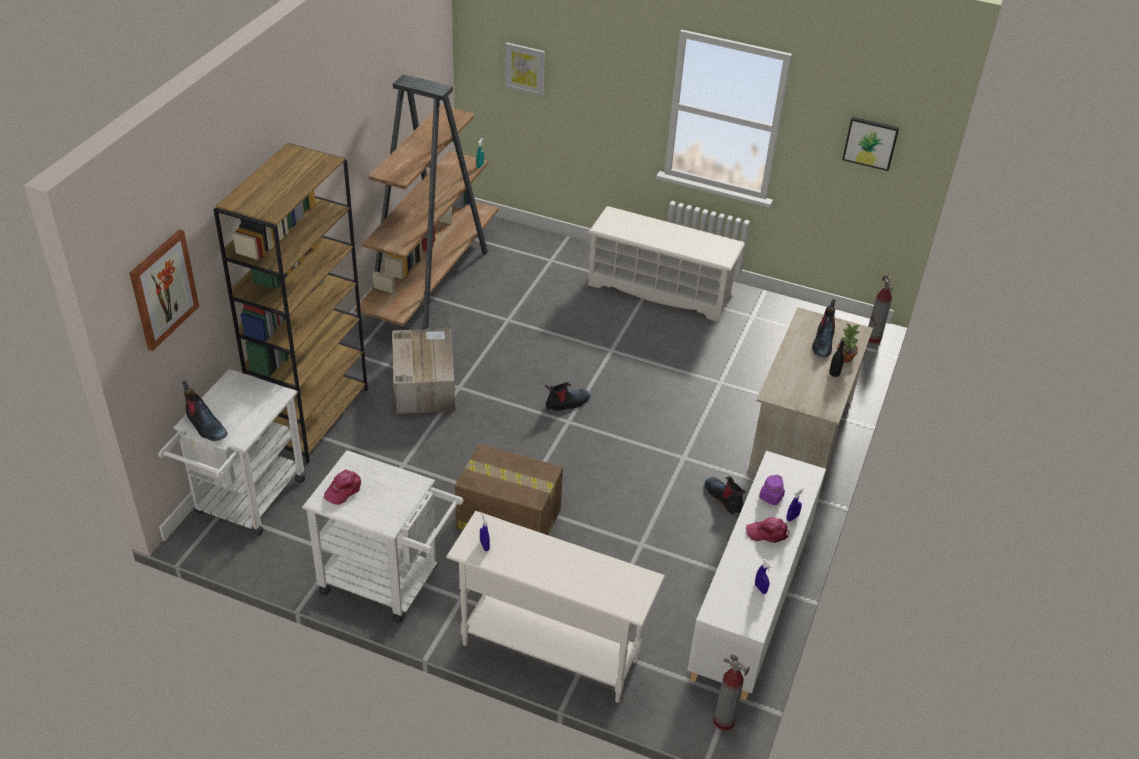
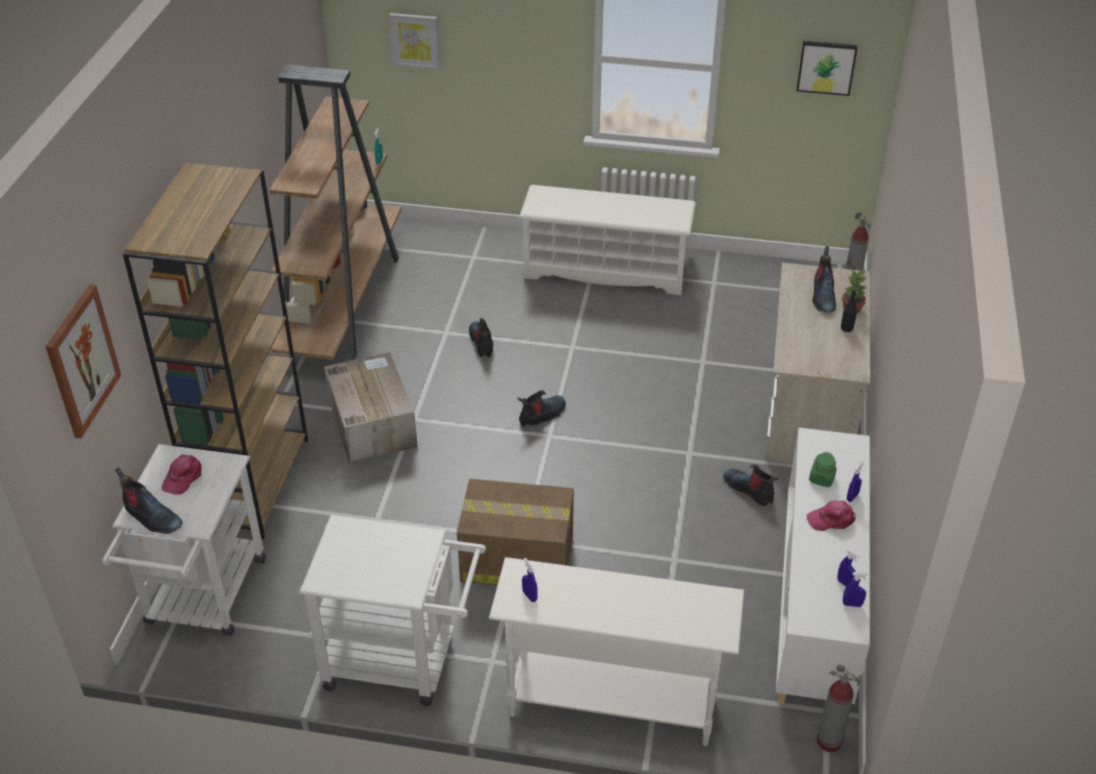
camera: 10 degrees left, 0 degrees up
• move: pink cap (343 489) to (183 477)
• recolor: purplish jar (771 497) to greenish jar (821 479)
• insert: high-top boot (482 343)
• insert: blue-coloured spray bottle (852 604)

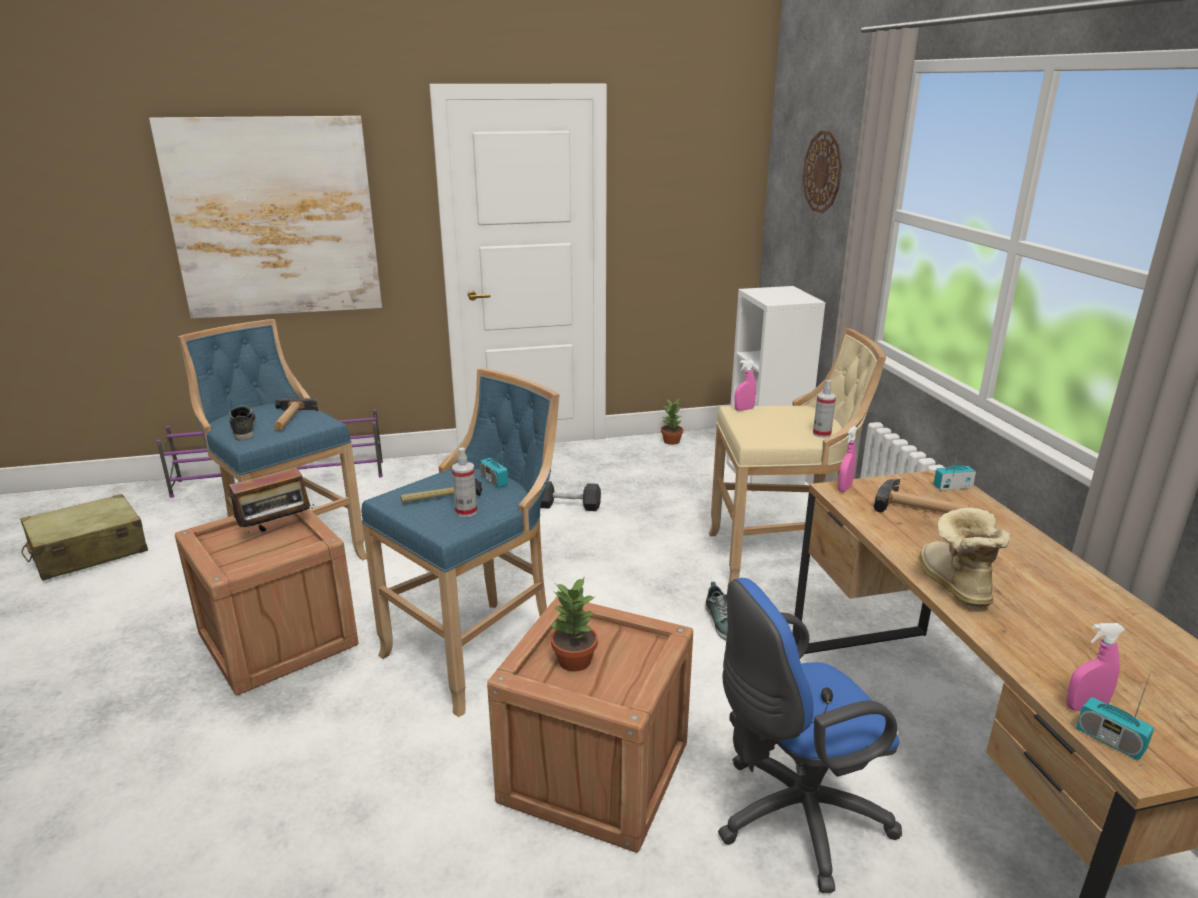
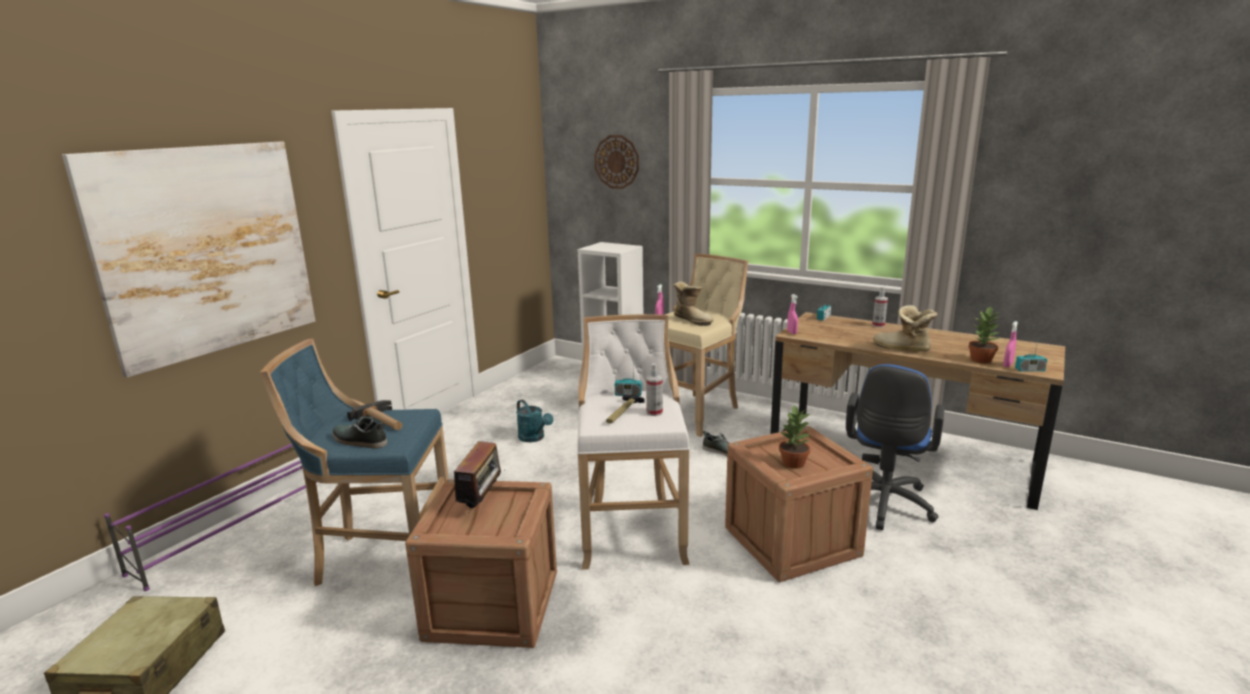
camera: 45 degrees left, 5 degrees down
• recolor: blue-coloured sitting stool (477 649) to whitish sitting stool (632 531)
• move: spray bottle (821 434) to (878 325)
• move: potted plant (672 441) to (981 360)
• delete: hand hammer (921 508)
• replace: black hand weight (568 506) to turquoise watering pot (534 438)
• insert: high-top boot (693 320)

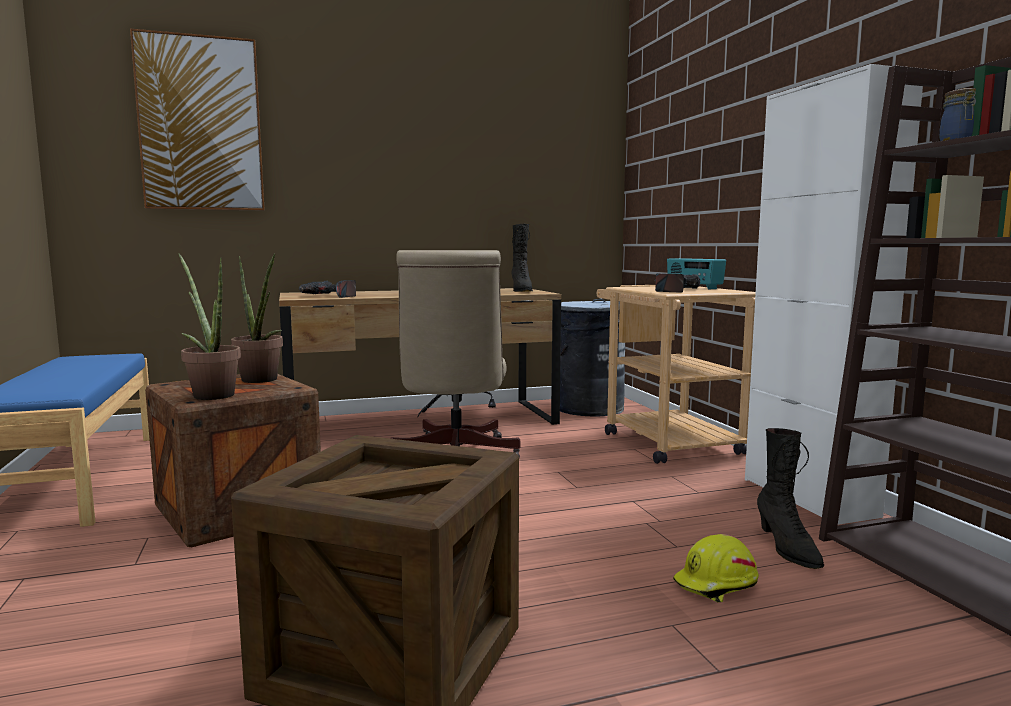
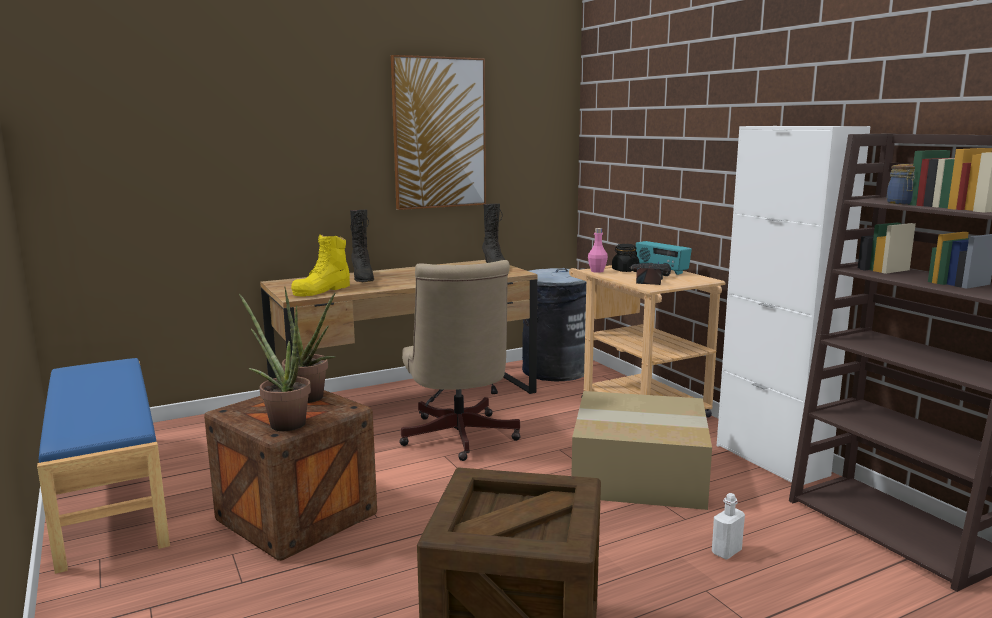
camera: 10 degrees left, 5 degrees up
• move: wall art (200 124) to (439 133)
• replace: drill (328 296) to yellowish high-top boot (322 290)
• move: black high-top boot (787 548) to (362 278)
• replace: yellowish hard hat (716 585) to whitish drink bottle (726 552)
• insert: pink drink bottle (597 271)
• insert: black jar (625 270)
• insert: packing box (636 474)

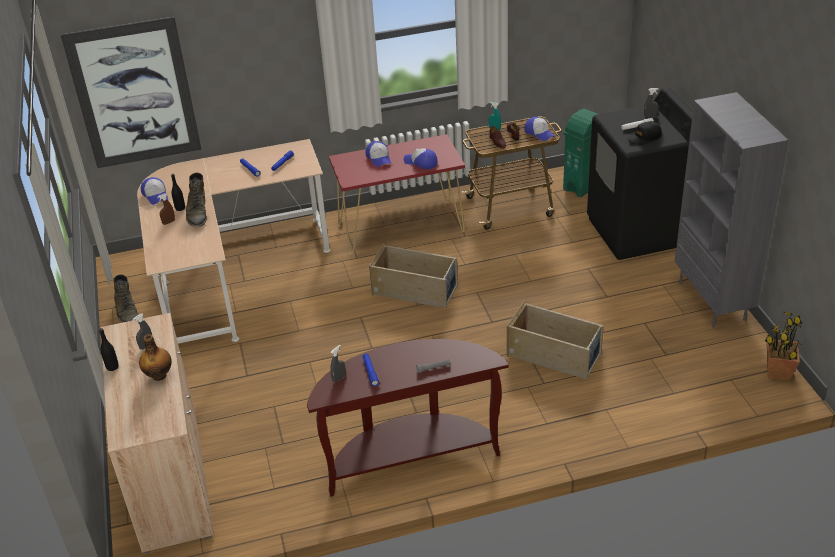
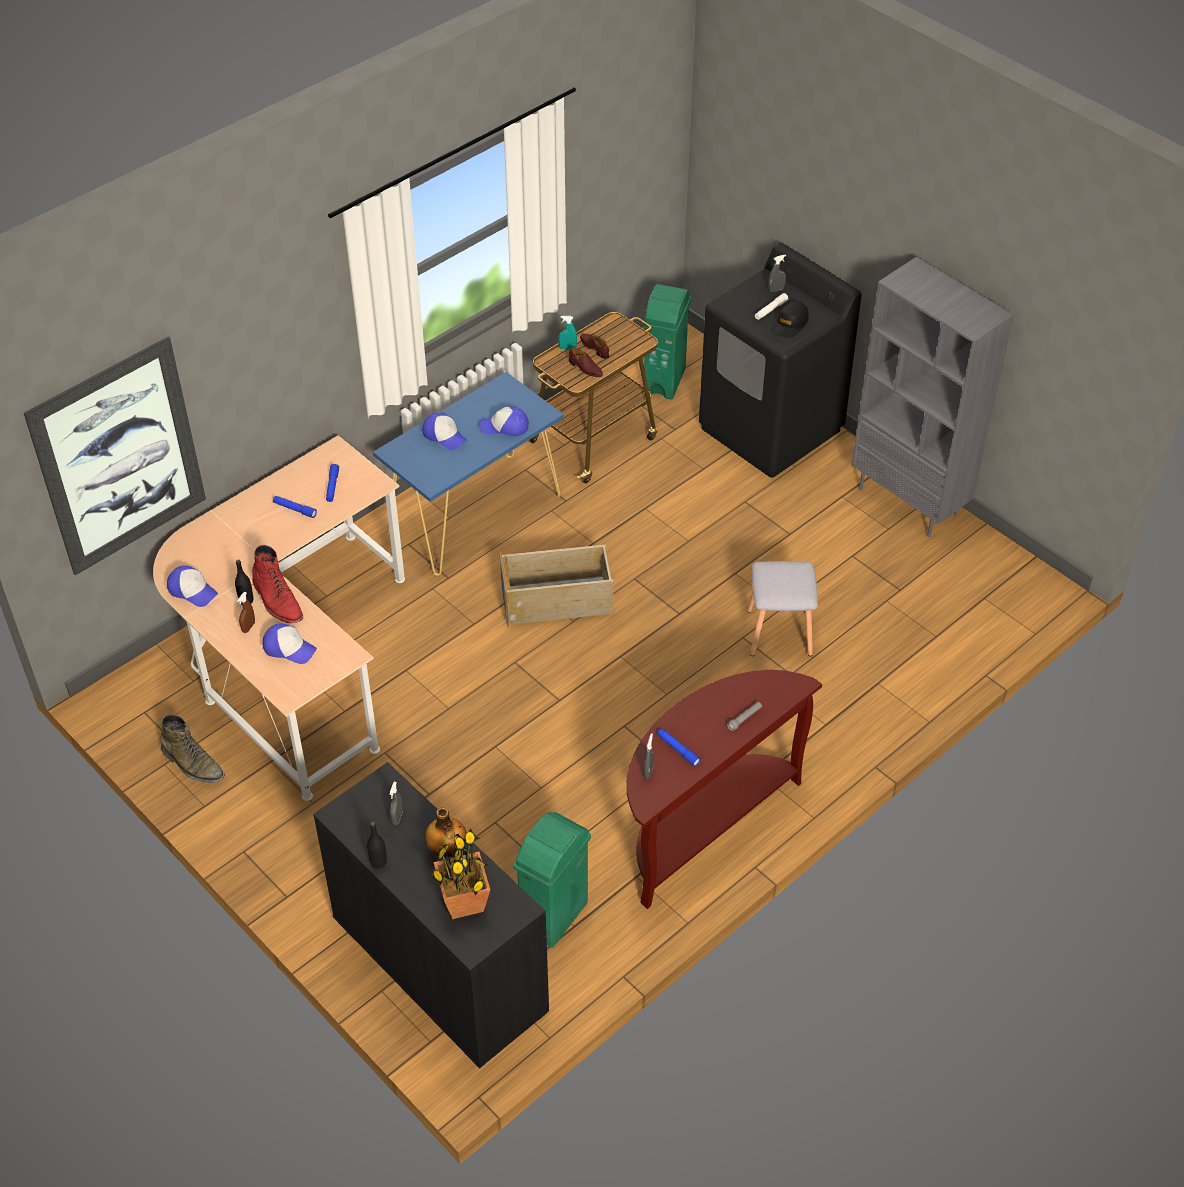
camera: 30 degrees left, 10 degrees up
• move: cap (539 133) to (289 648)
• recolor: reddish console table (401 227) to blue-coloured console table (475 514)
• recolor: greenish high-top boot (197 213) to reddish high-top boot (277 600)
• replace: sand-coloured storage box (554 355) to grey sitting stool (780 633)
• move: potted plant (778 373) to (464 902)
• recolor: sand-coloured storage cabinet (171 479) to black storage cabinet (440 965)
• insert: greenish waste bin (553 916)

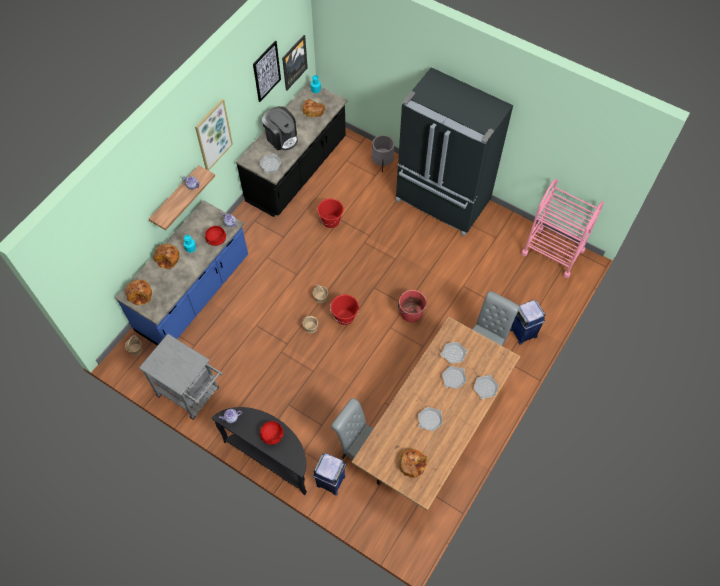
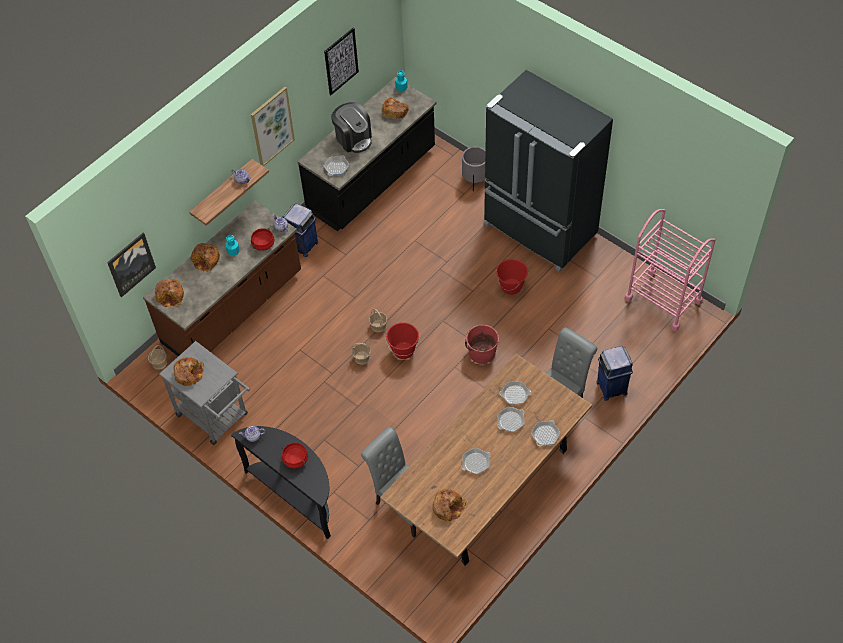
camera: 10 degrees right, 5 degrees down
• move: wall art (294 62) to (131 264)
• move: reddish water bucket (331 221) to (511 287)
• recolor: blue-coloured kitchen counter (194 294) to brown-coloured kitchen counter (233 309)
• move: blue-coloured waste bin (330 481) to (303 245)
• insert: bread (189 373)

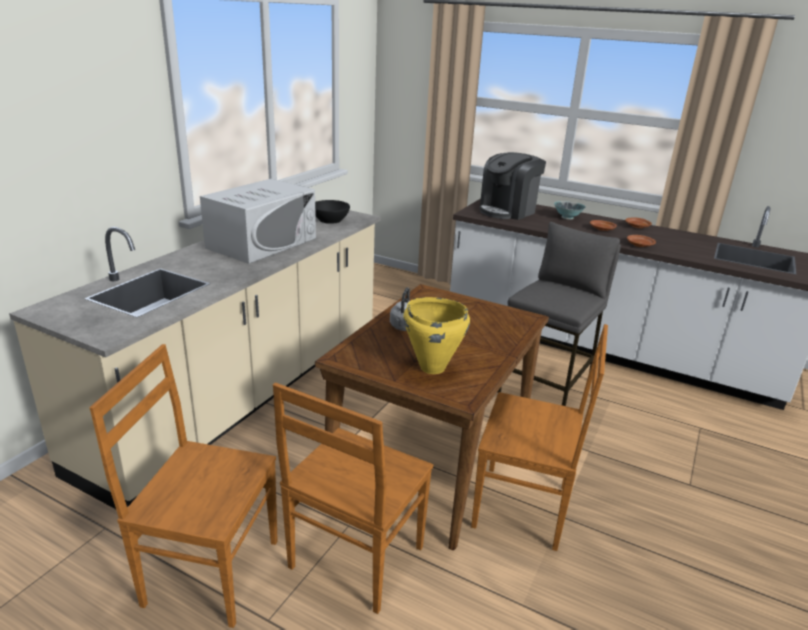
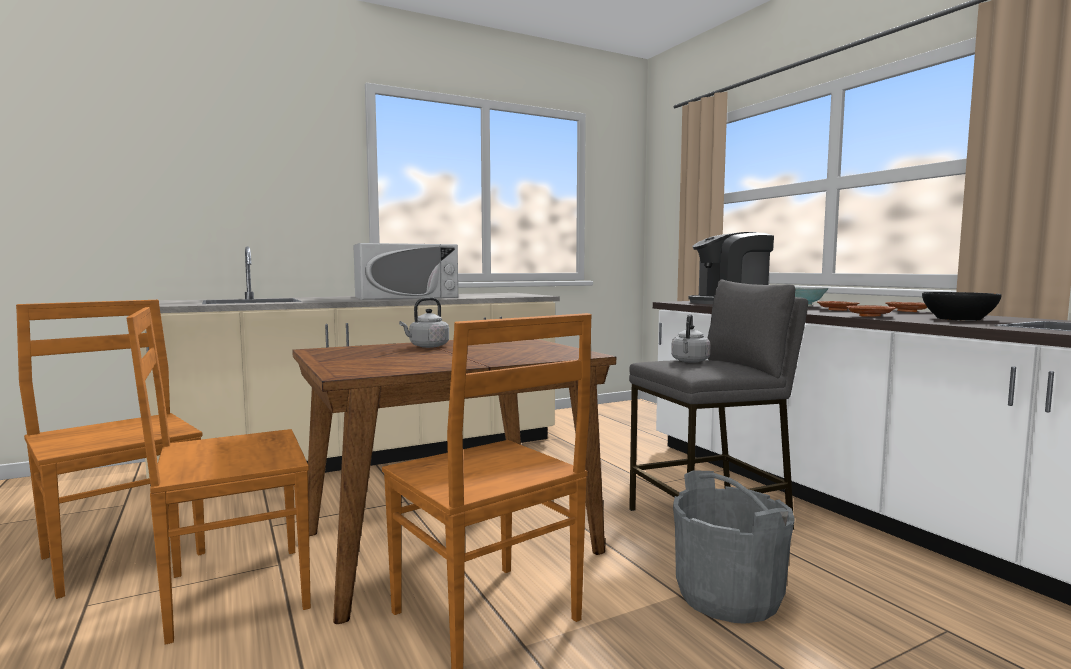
camera: 35 degrees right, 20 degrees down
• move: black deep dish (330 220) to (958 319)
• delete: yellowish cooking pot (432 367)
• insert: grey water kettle (689 361)
• insert: grey water bucket (729 596)

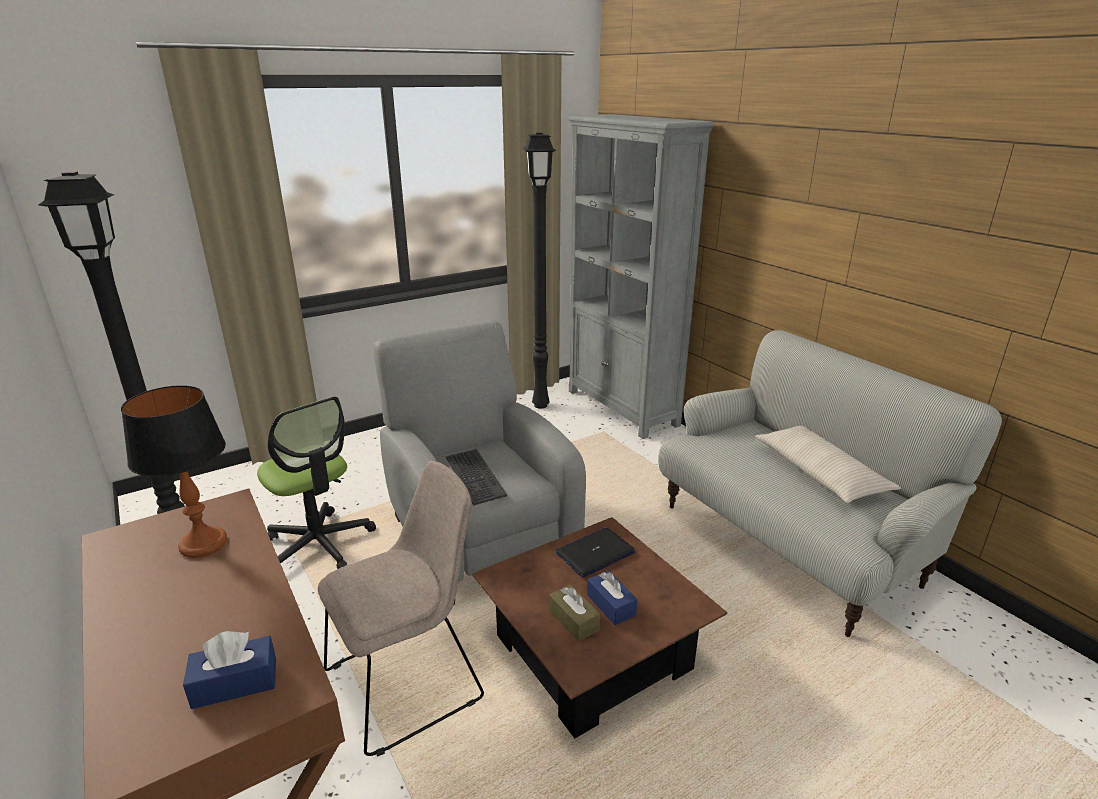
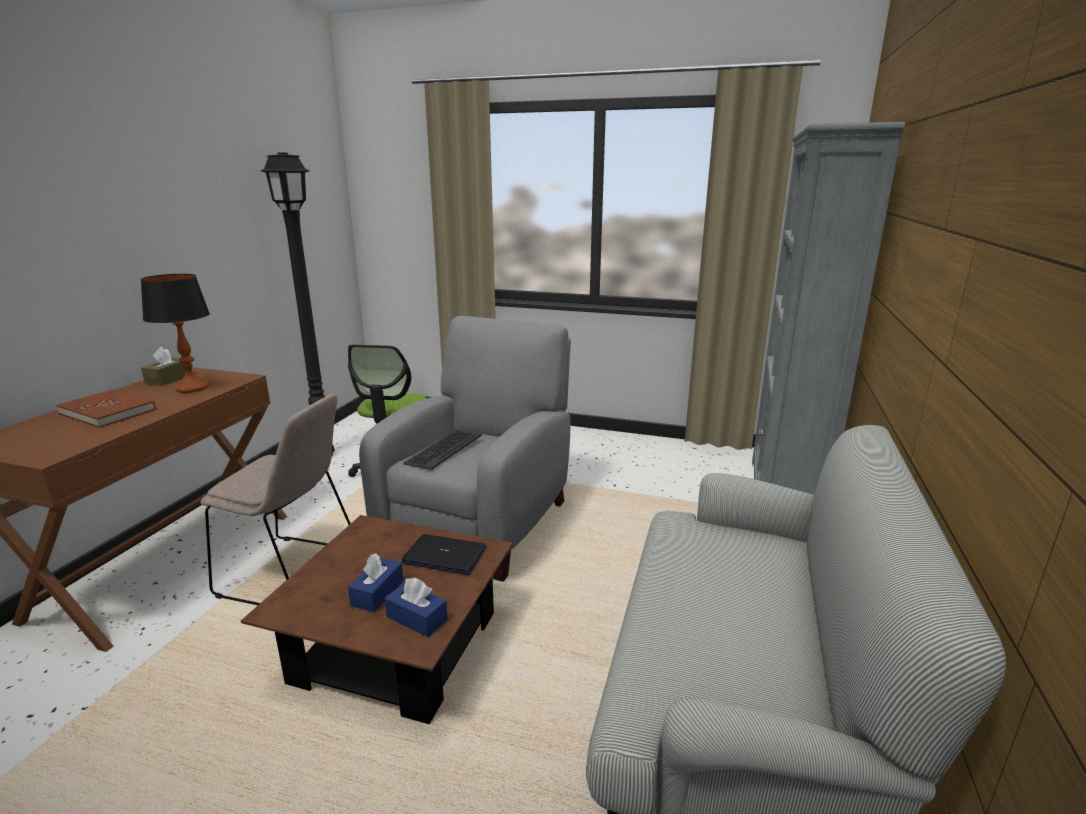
camera: 50 degrees right, 5 degrees down
• delete: black standard lamp (541 405)
• delete: sand-coloured cushion (820 473)
• move: brown-coloured tissue holder (574 620) to (169 379)
• move: blue-coloured tissue holder (235 683) to (417 618)
• insert: brown-coloured book (108 411)

